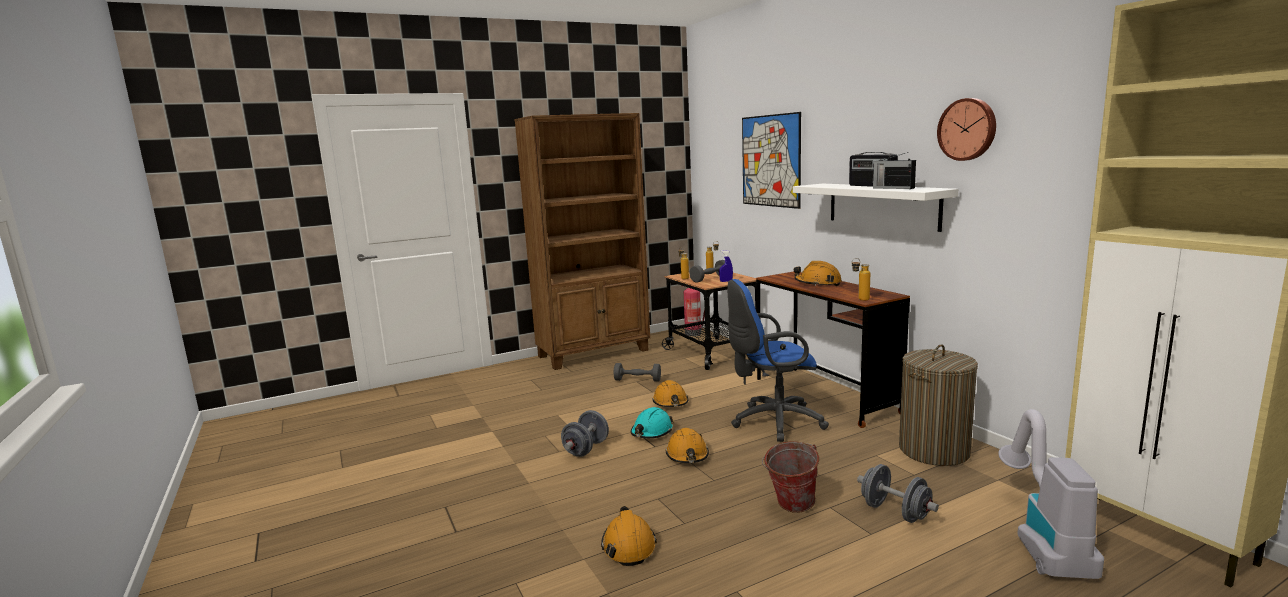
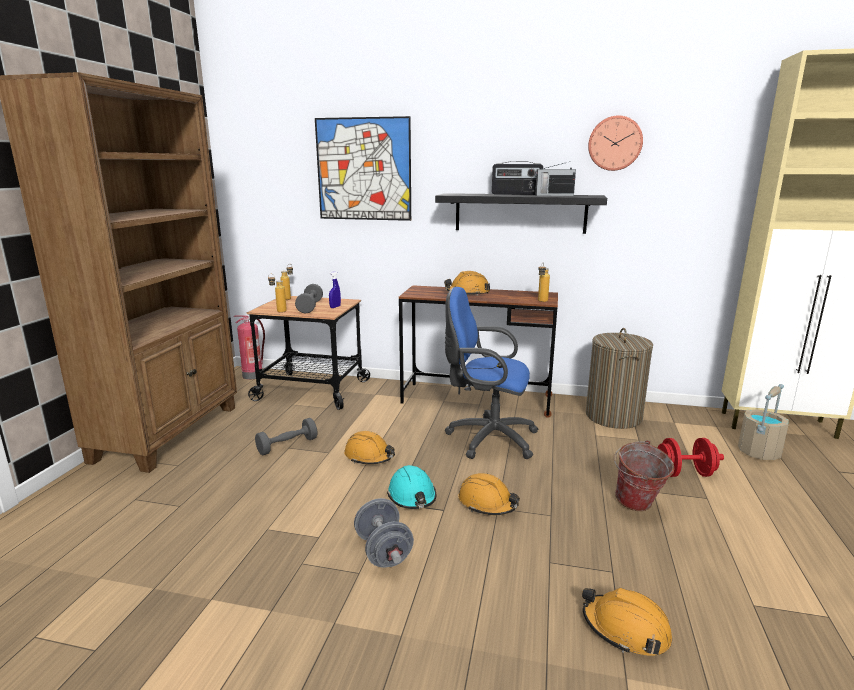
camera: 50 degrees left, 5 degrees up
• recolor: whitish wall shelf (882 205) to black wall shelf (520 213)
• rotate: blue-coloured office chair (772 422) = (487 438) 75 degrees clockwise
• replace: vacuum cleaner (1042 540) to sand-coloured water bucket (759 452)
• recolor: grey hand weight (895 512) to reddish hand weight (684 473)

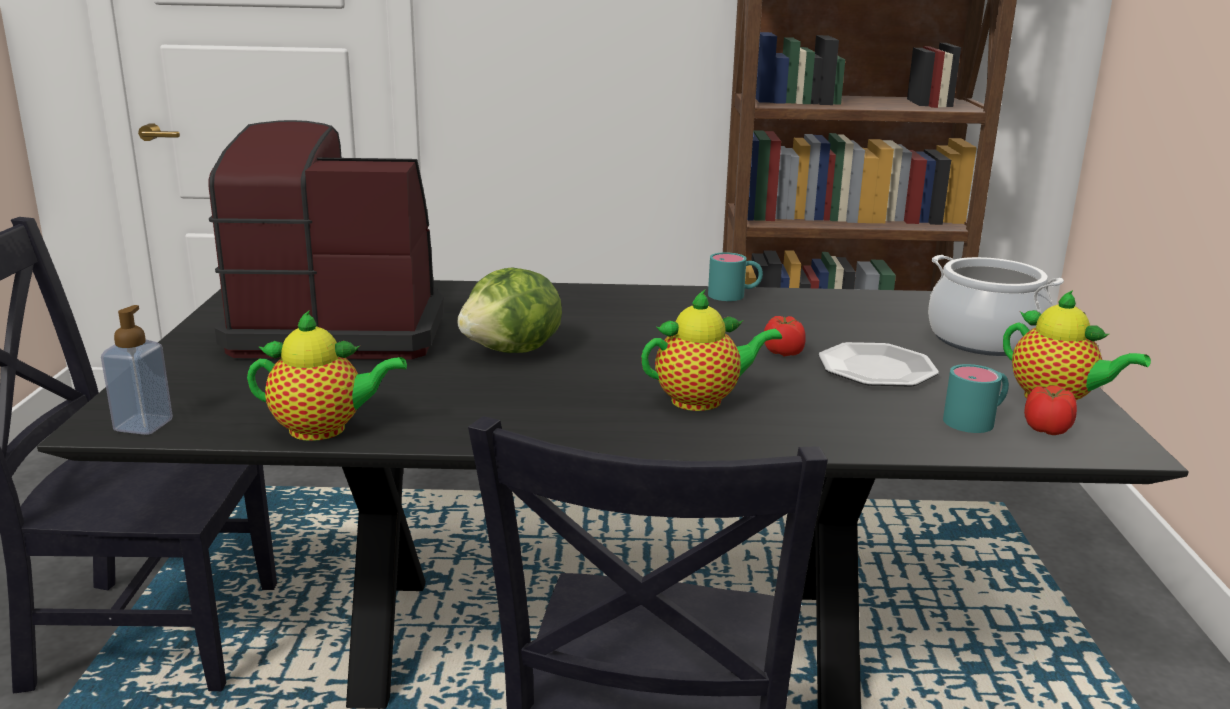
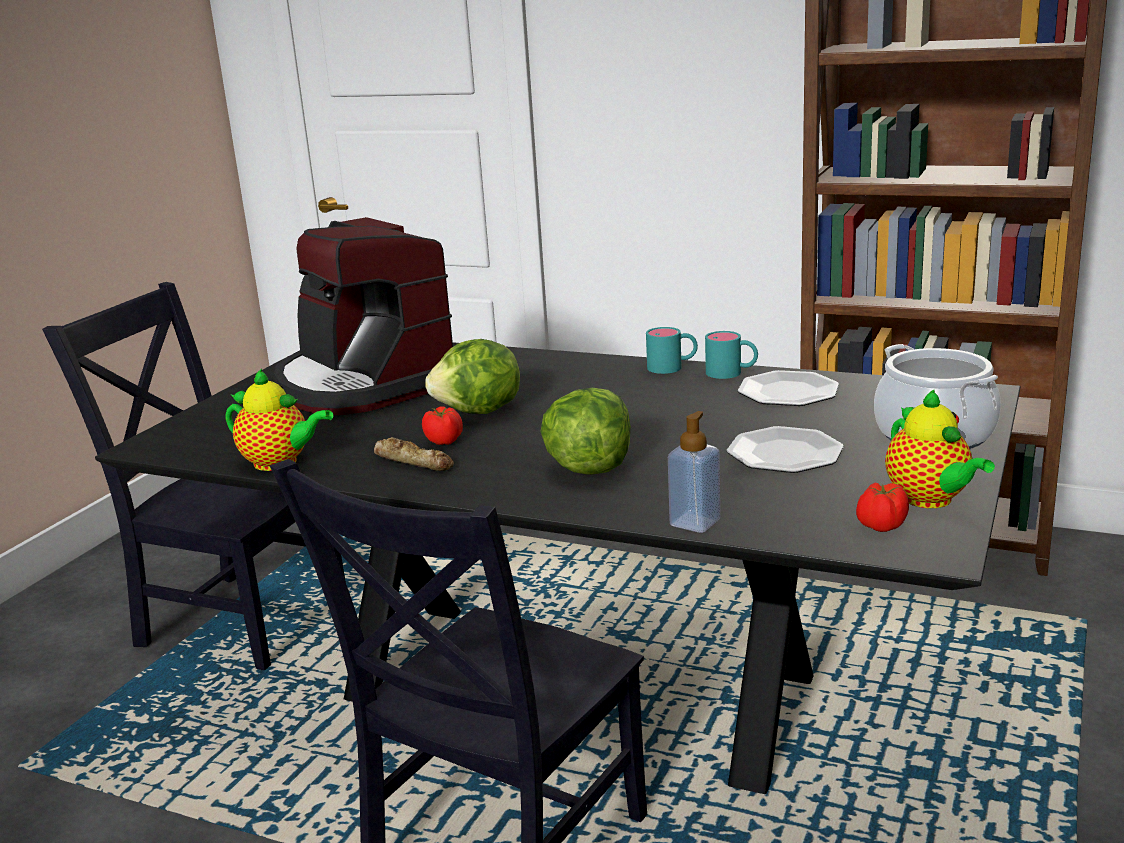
camera: 25 degrees right, 0 degrees up
• rotate: coffee brewer (338 329) = (364 384) 150 degrees counterclockwise
• replace: pot for tea (702 400) to lettuce head (589 468)
• move: liquid soap bottle (143 425) to (695 522)
• move: whole tomato (783 353) to (444 441)
• move: turquoise coffee mug (977 420) to (672 367)
• insert: plate (788 392)
• insert: bread (413 461)

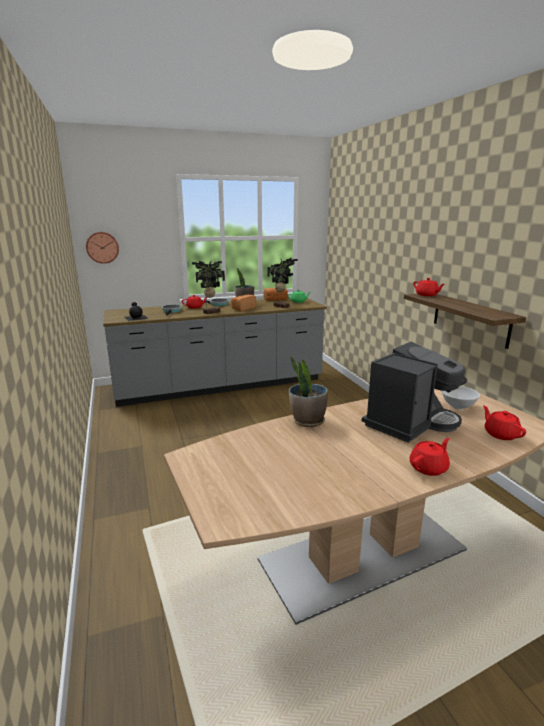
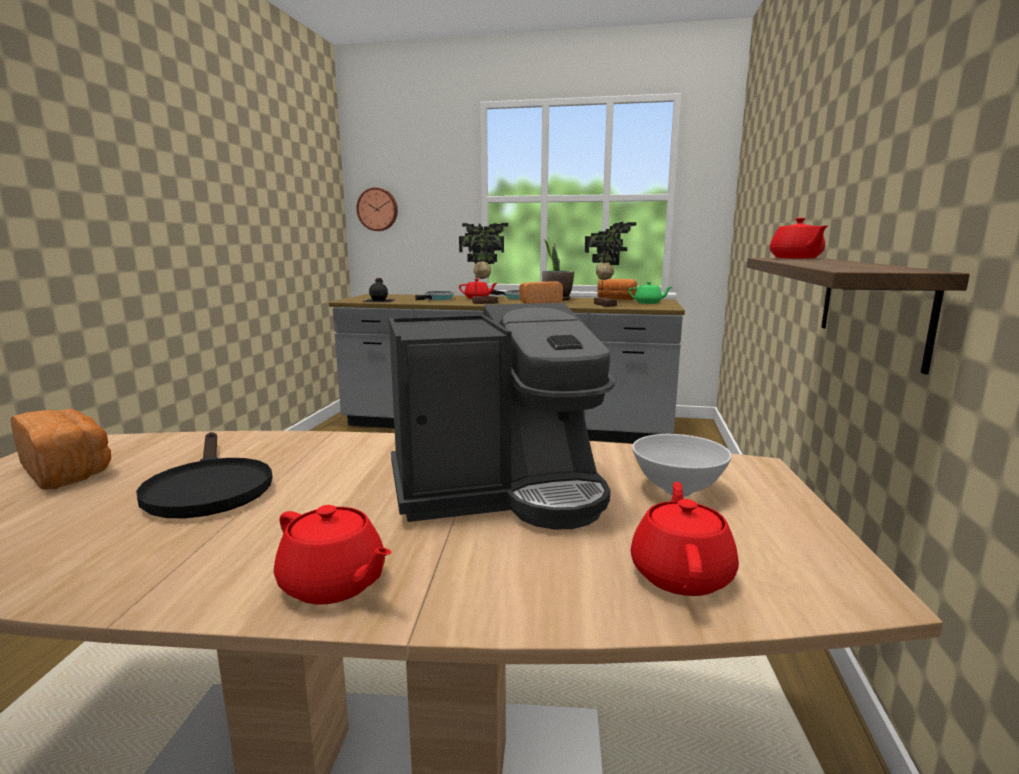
camera: 30 degrees right, 5 degrees down
• delete: potted plant (307 421)
• rotate: reddish pot for tea (429 468) = (334 584) 45 degrees clockwise
• insert: bread (68 470)
• insert: black frying pan (208 488)

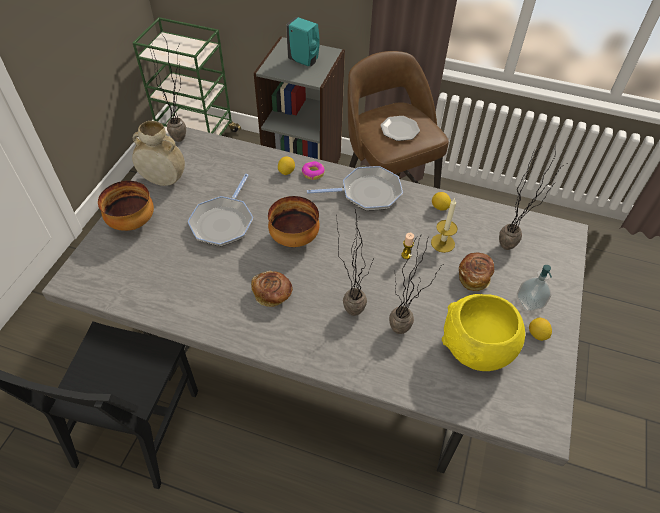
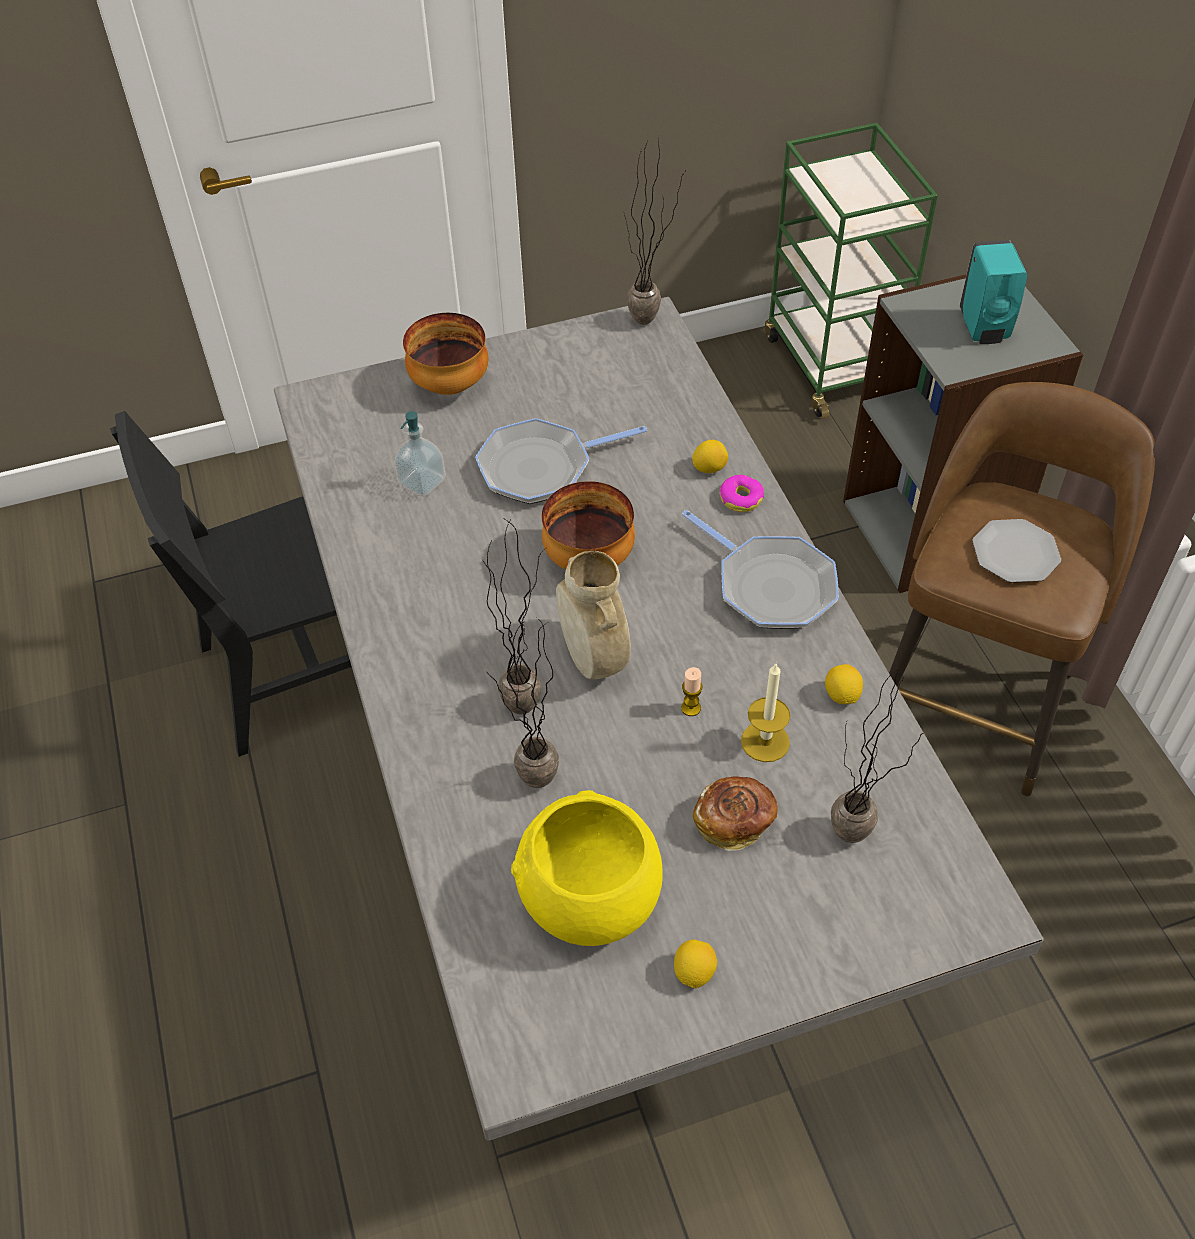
camera: 55 degrees right, 0 degrees up
• move: sand-coloured flower vase (163 180) to (592 657)
• move: liquid soap bottle (529 302) to (422 482)
• delete: bread (273 295)

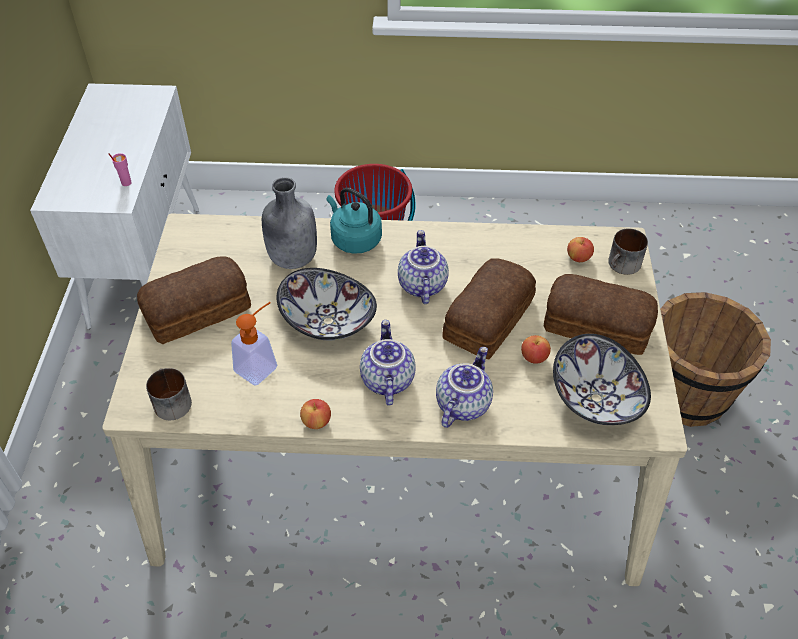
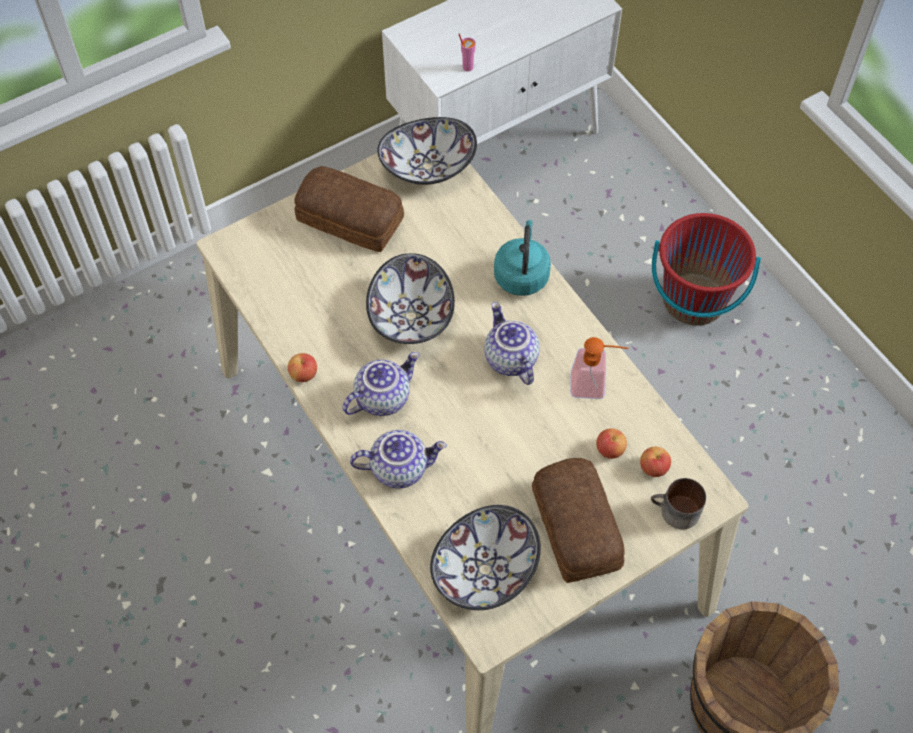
camera: 55 degrees right, 10 degrees up
• delete: grey drink bottle (292 259)
• rotate: pot for tea (421 285) = (509 359) 75 degrees counterclockwise
• delete: bread (486 319)
• move: liquid soap bottle (261 365) to (595 385)
• move: whole apple (534 357) to (610 449)
• delete: coffee mug (169 401)
• insert: deep dish (427 166)

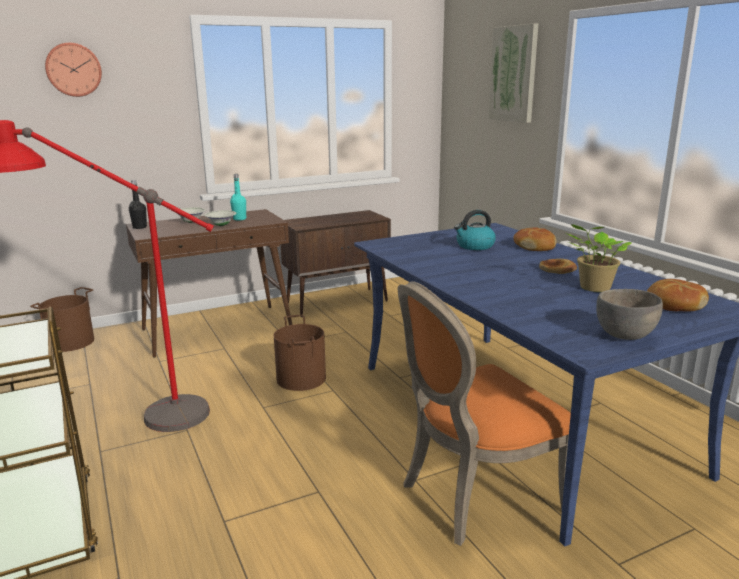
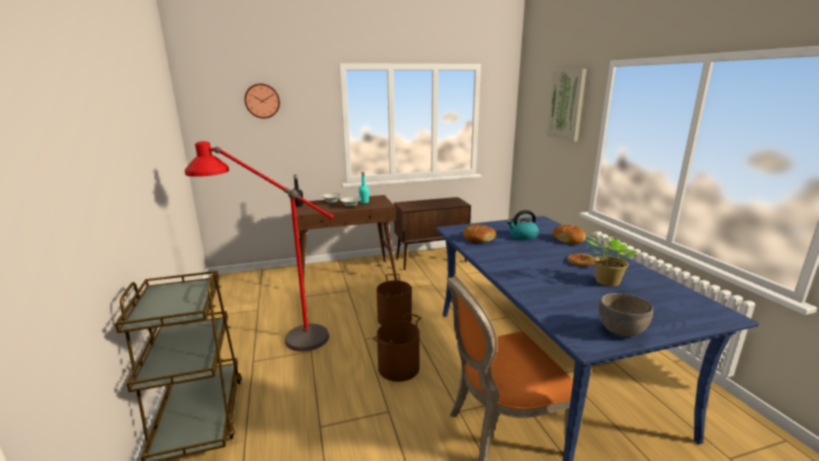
camera: 10 degrees right, 0 degrees up
• move: bread (674 305) to (478 238)
• move: brown-coloured water bucket (71 342) to (399 367)

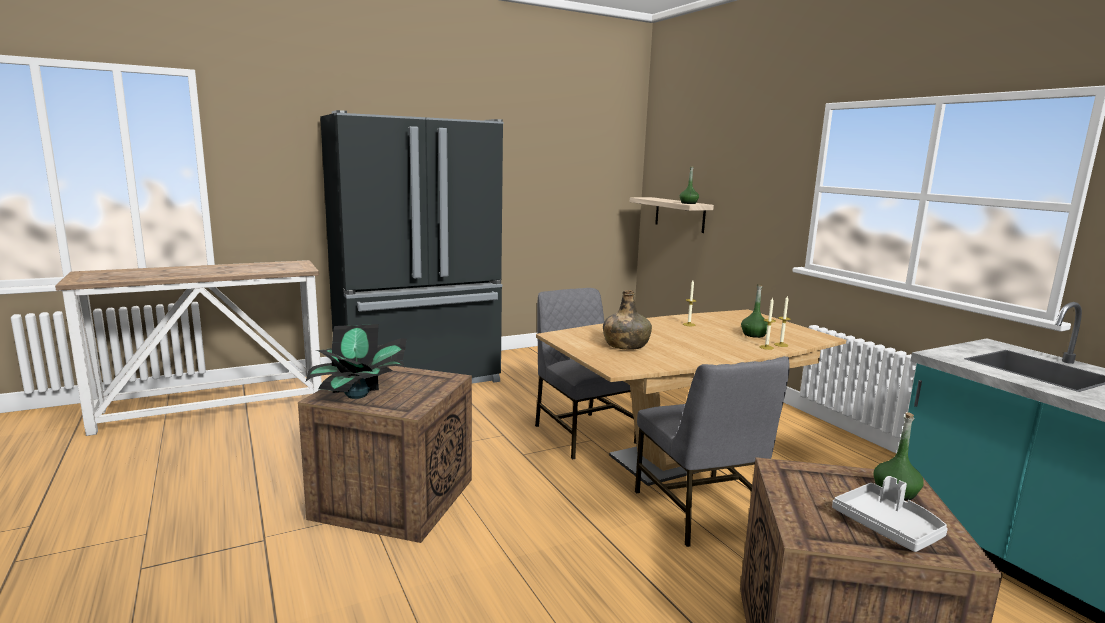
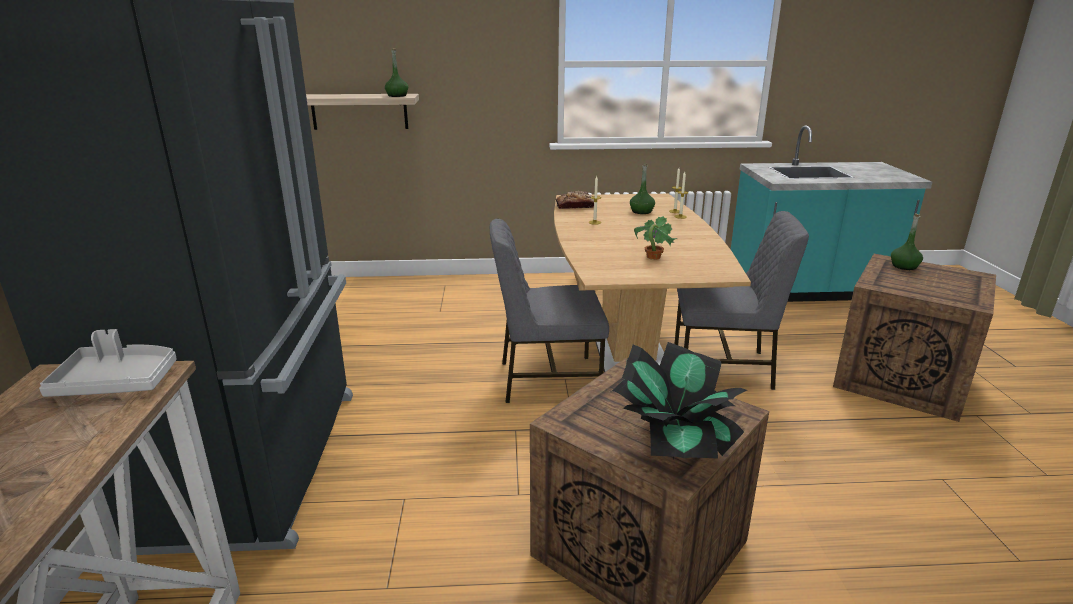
camera: 65 degrees left, 10 degrees up
• replace: greenish drink bottle (625 345) to potted plant (653 257)
• move: grey serving tray (888 527) to (118 382)
• insert: bread (575 206)

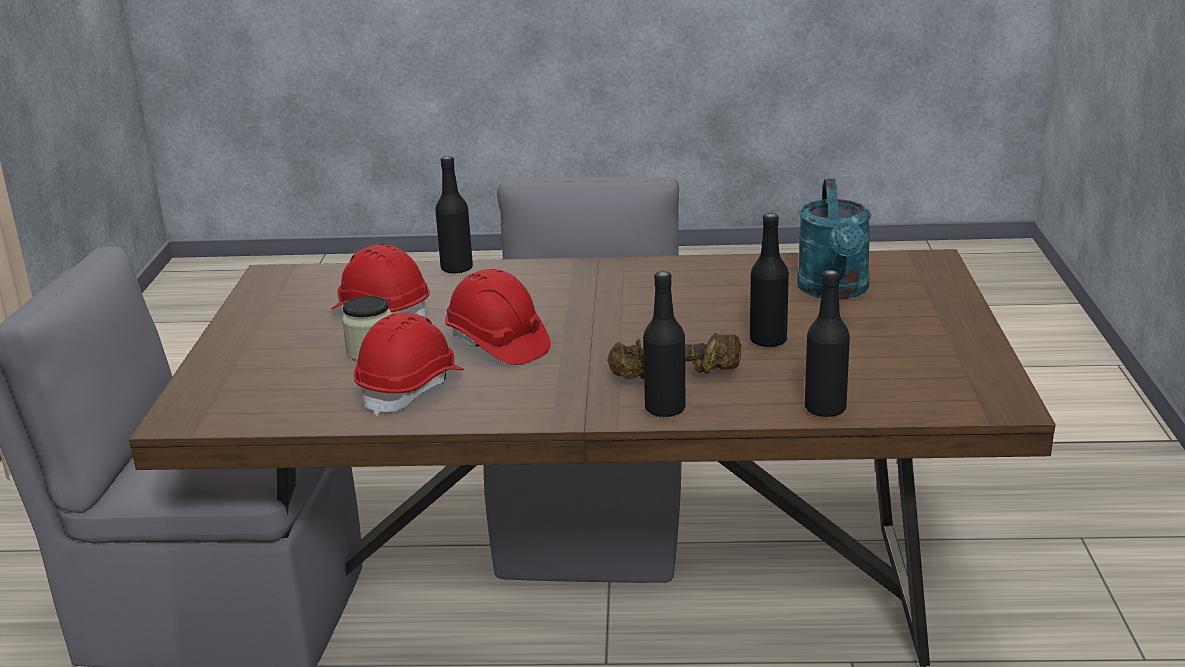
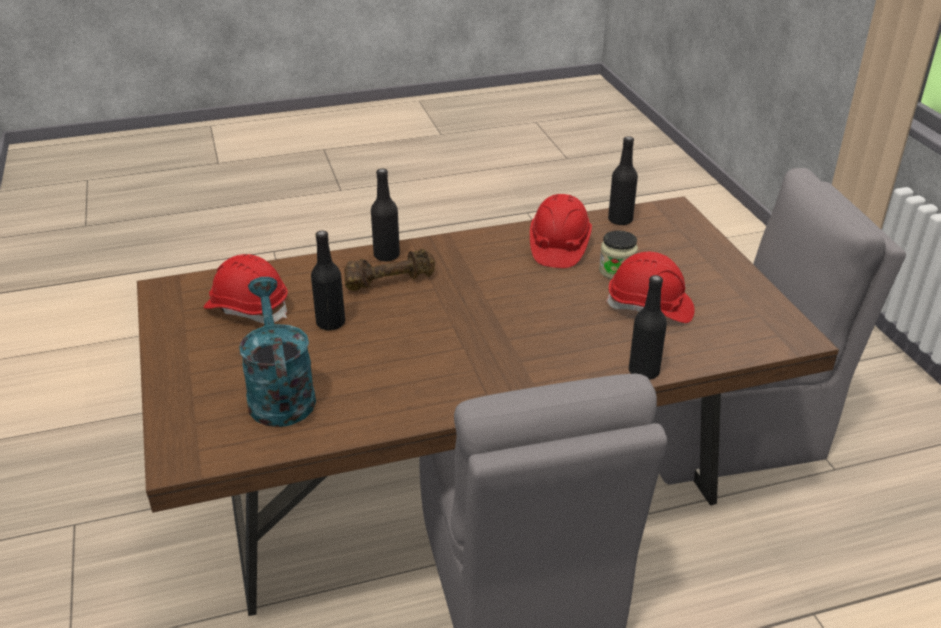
camera: 160 degrees right, 10 degrees up
• move: reddish hard hat (497 344) to (247 308)
• move: black drink bottle (825 409) to (620 220)

